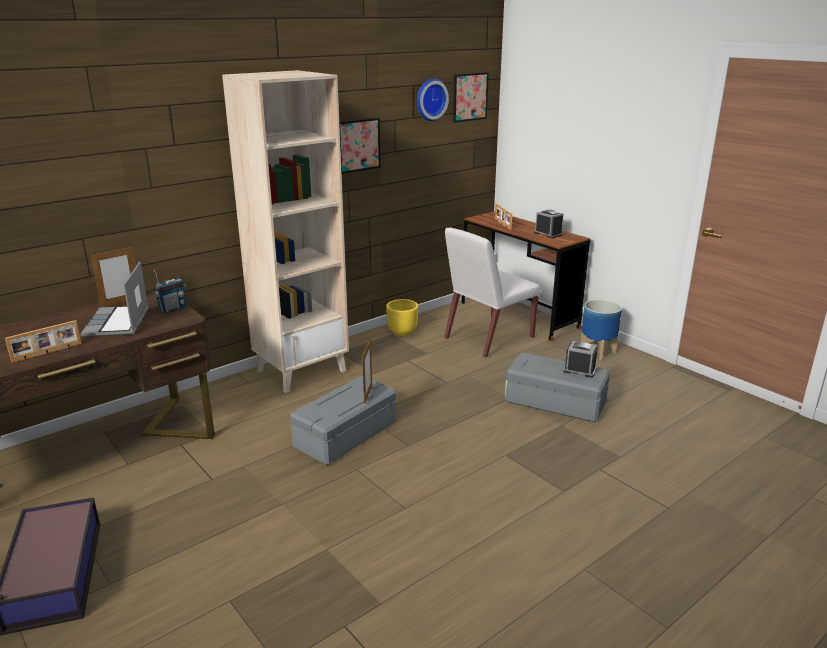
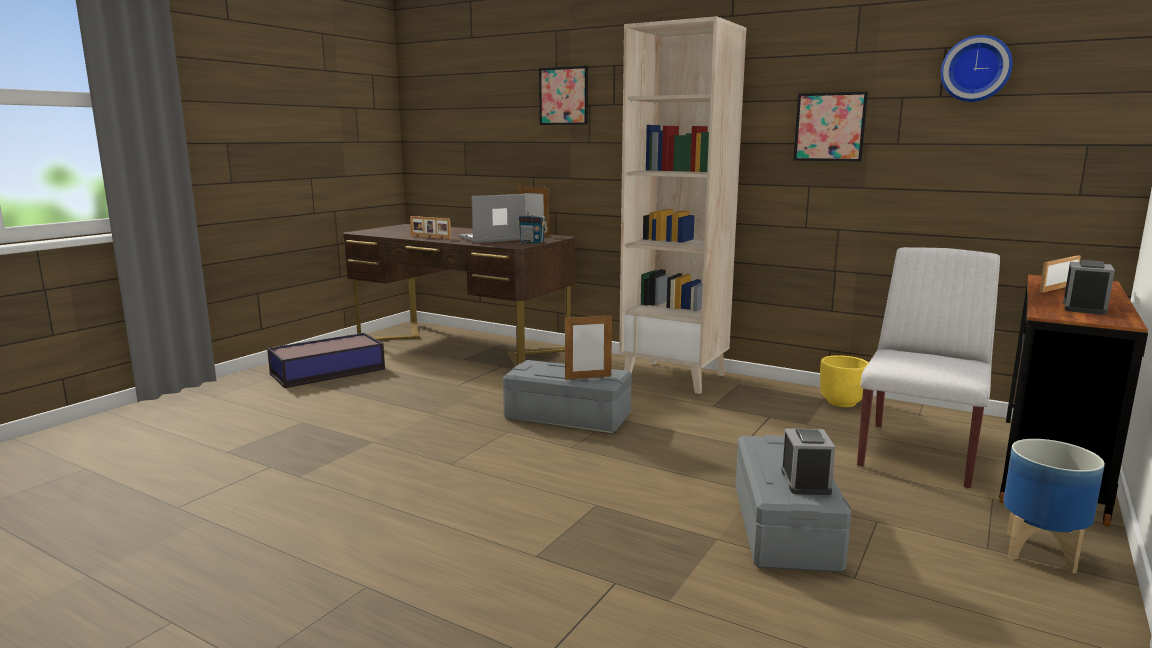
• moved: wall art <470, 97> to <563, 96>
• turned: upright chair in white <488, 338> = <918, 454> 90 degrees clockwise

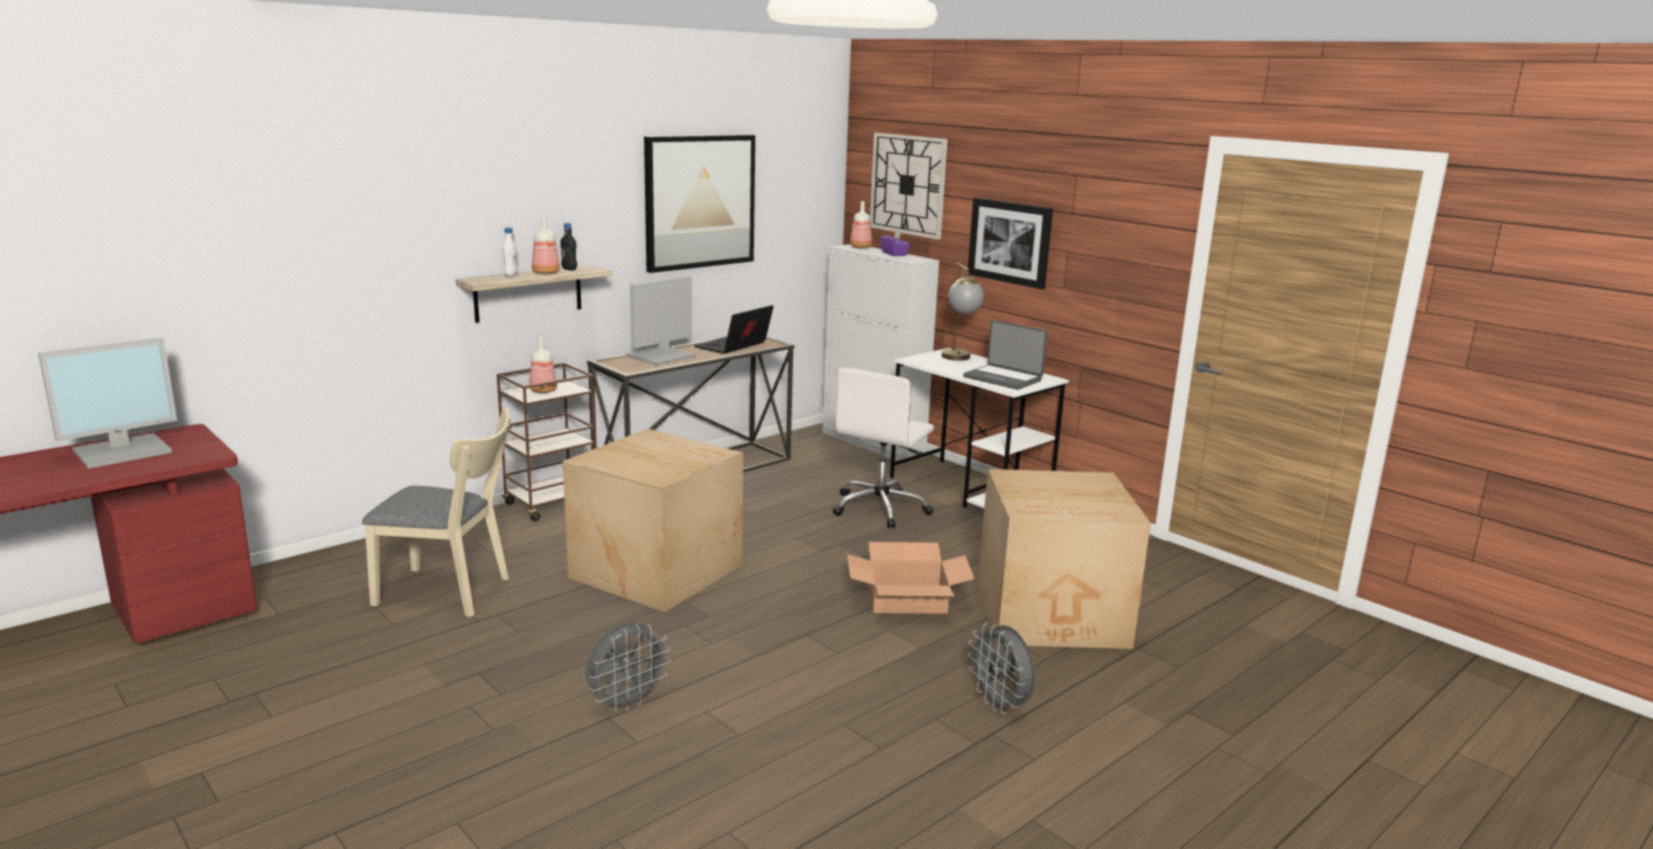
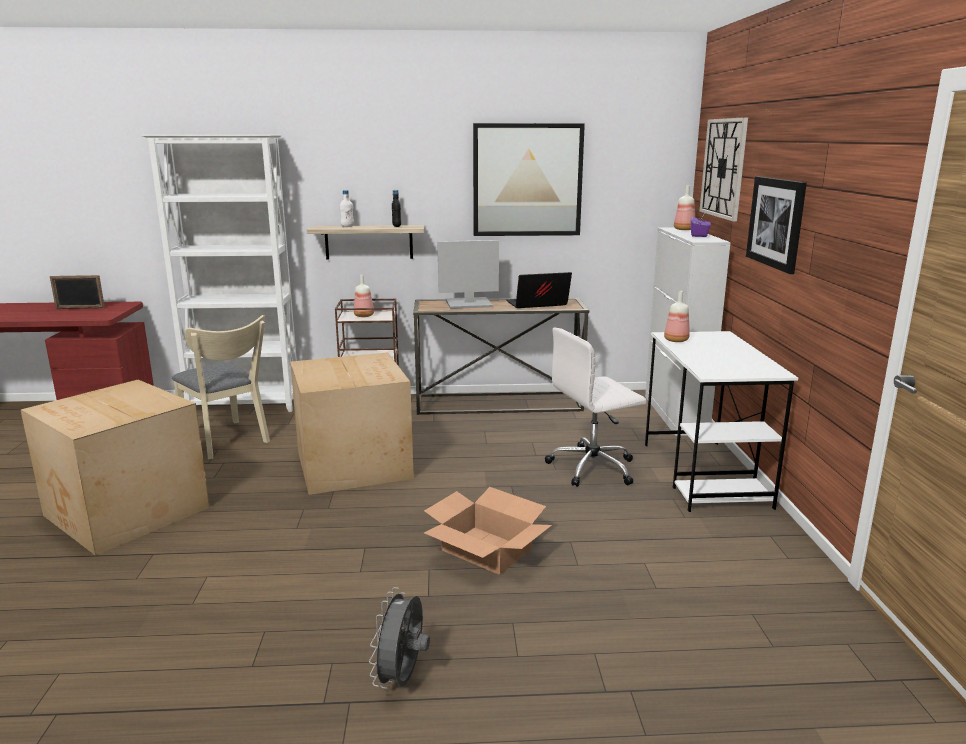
• removed: electric fan in grey <627, 702>
• removed: table lamp <959, 359>
• removed: portable computer <1003, 378>
• added: shelving unit in white <245, 405>
• moved: drink bottle <545, 273> to <675, 340>
• moved: cardboard box <1053, 615> to <126, 512>
• replaced: computer screen <124, 451> to picture frame <80, 308>

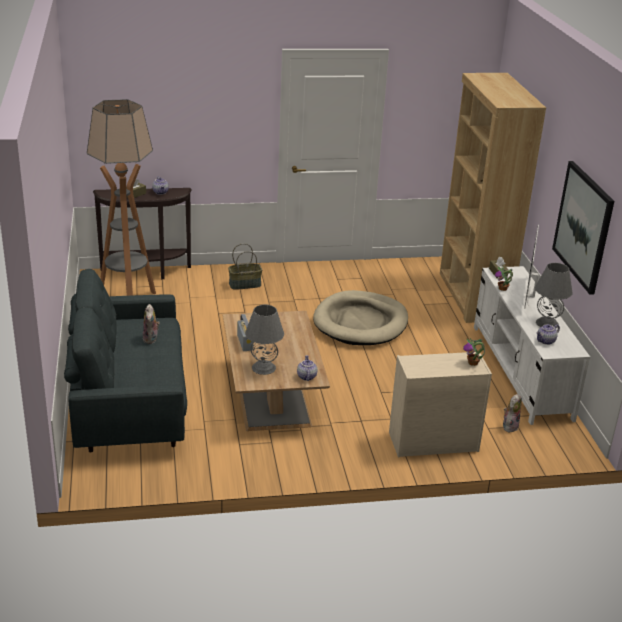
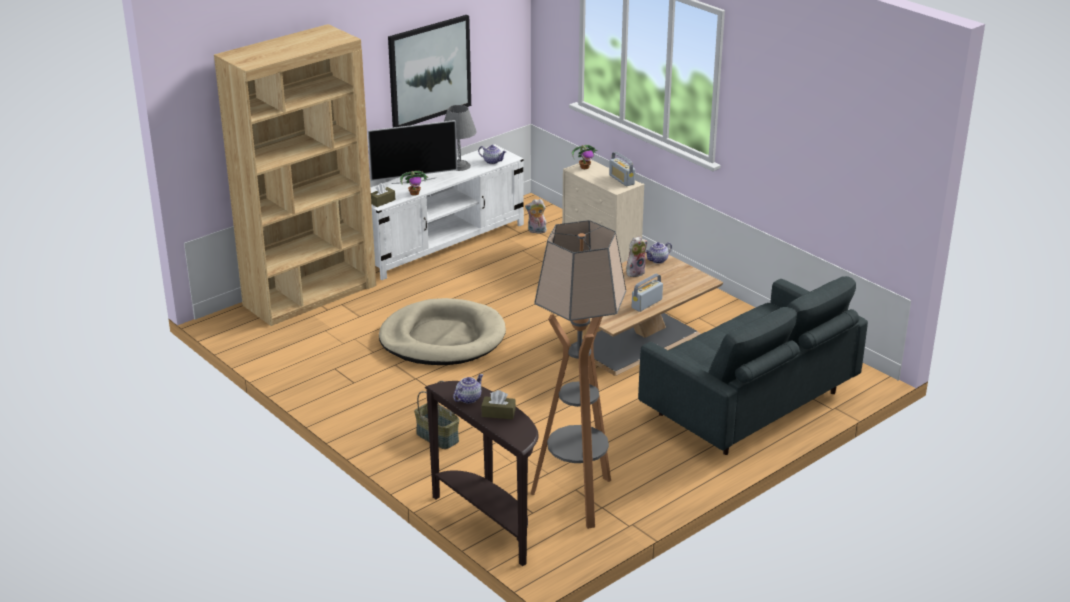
• removed: table lamp in grey <264, 367>
• added: radio <621, 179>
• moved: soft toy <151, 339> to <635, 272>

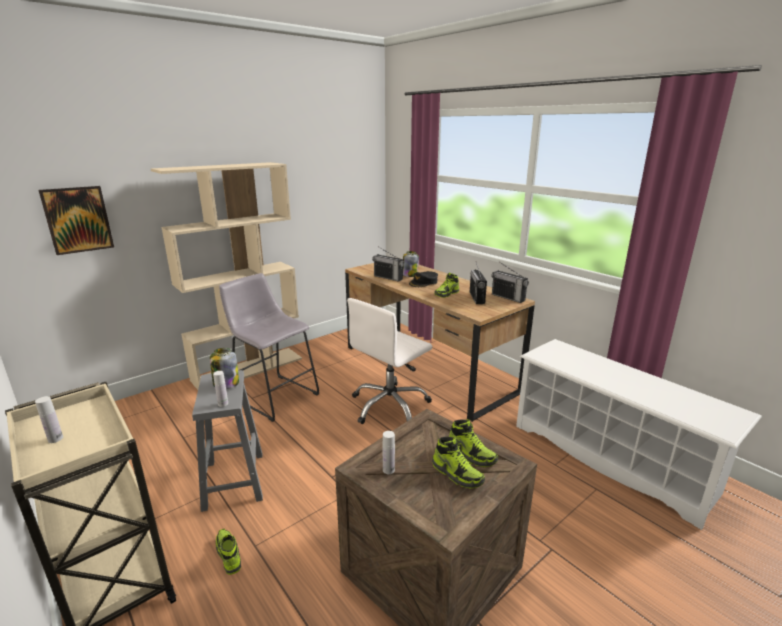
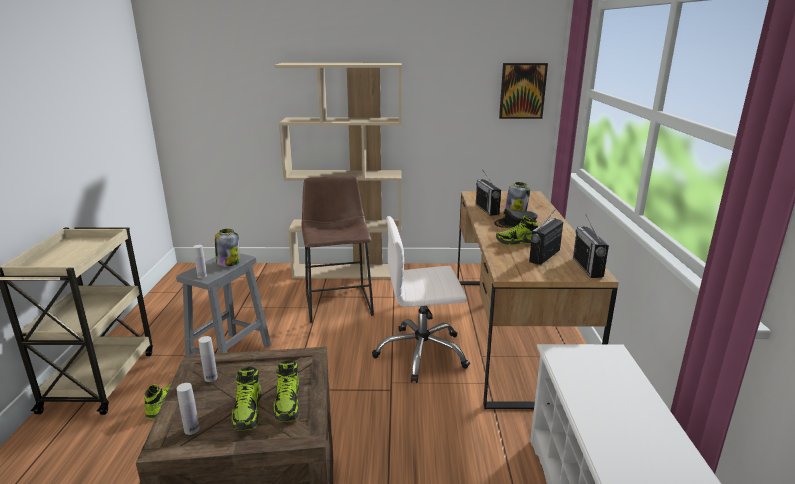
• moved: drink bottle in white <55, 439> to <191, 429>
• moved: wall art <78, 219> to <522, 91>
• recoloured: sitting stool in grey <273, 395> to sitting stool in brownish <338, 301>

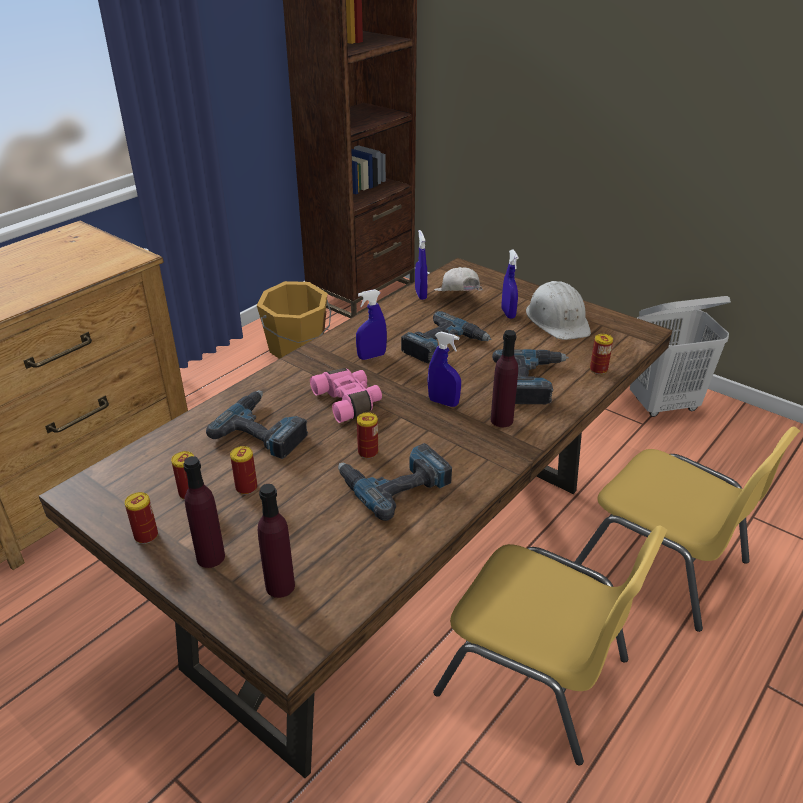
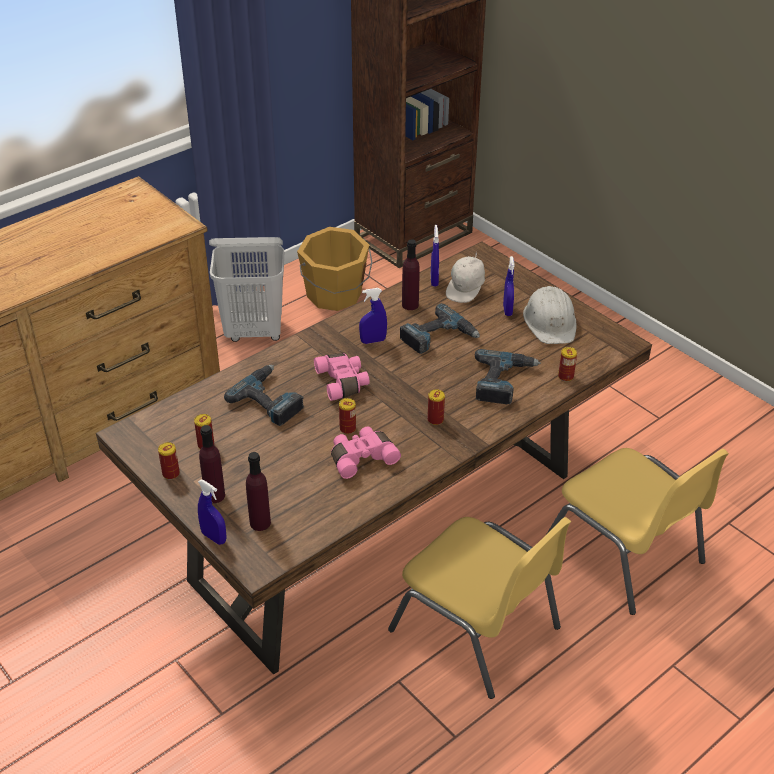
• moved: metal can <246, 488> to <435, 420>
• moved: sprayer in blue <443, 402> to <214, 537>
• moved: drink bottle in purplish <501, 420> to <410, 305>
• moved: hamper in white <664, 405> to <254, 332>
• replaced: power drill <394, 484> to field glasses in pinkish <361, 457>
• turned: baseball cap in white <457, 299> = <466, 289> 135 degrees counterclockwise

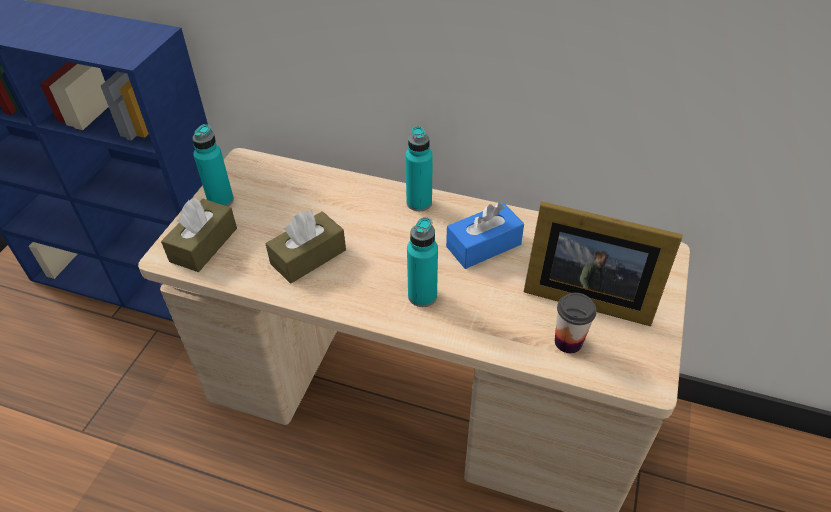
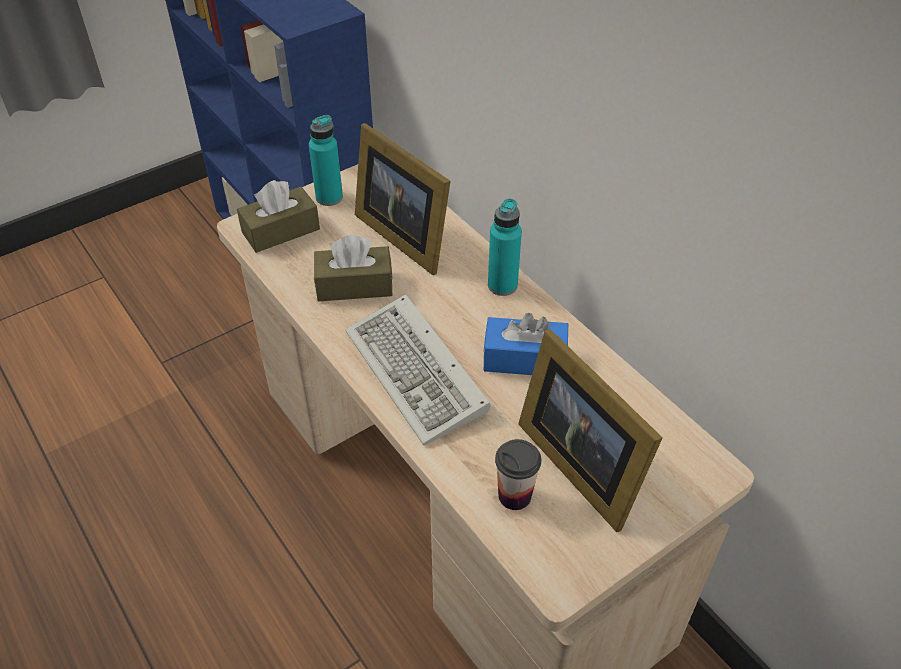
• added: picture frame <404, 234>
• replaced: drink bottle in turquoise <422, 296> to PC keyboard <419, 374>

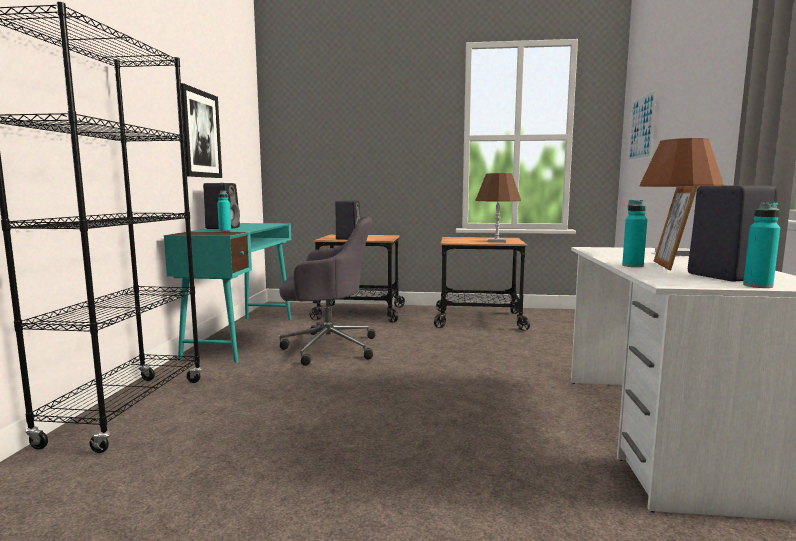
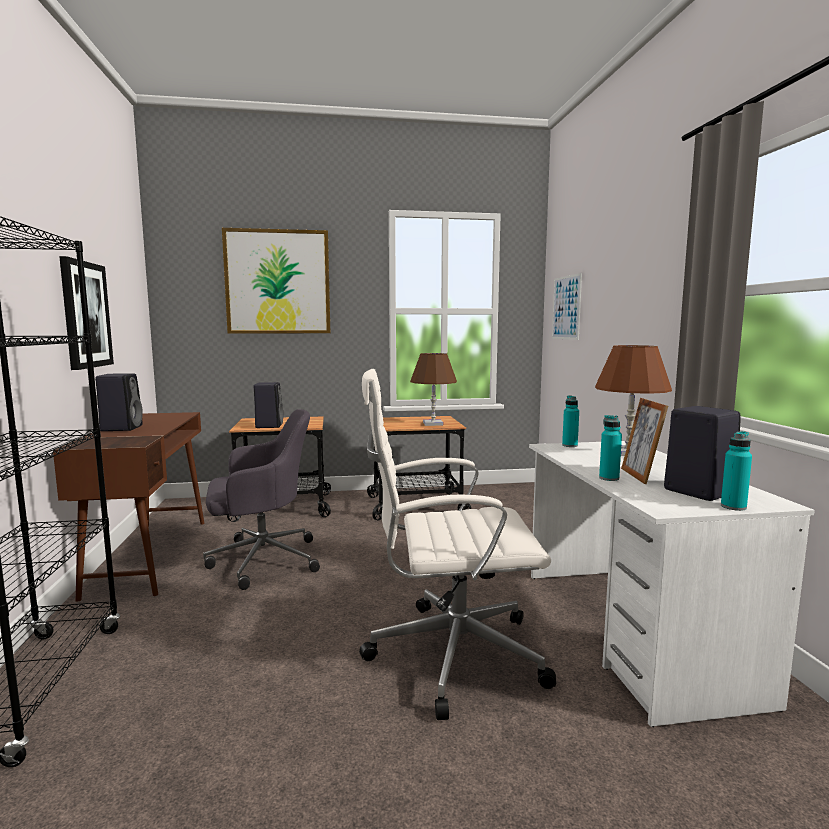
• added: wall art <278, 282>
• added: office chair in white <450, 654>
• moved: drink bottle in turquoise <225, 230> to <569, 445>
• recoloured: desk table in turquoise <242, 337> to desk table in brownish <150, 555>

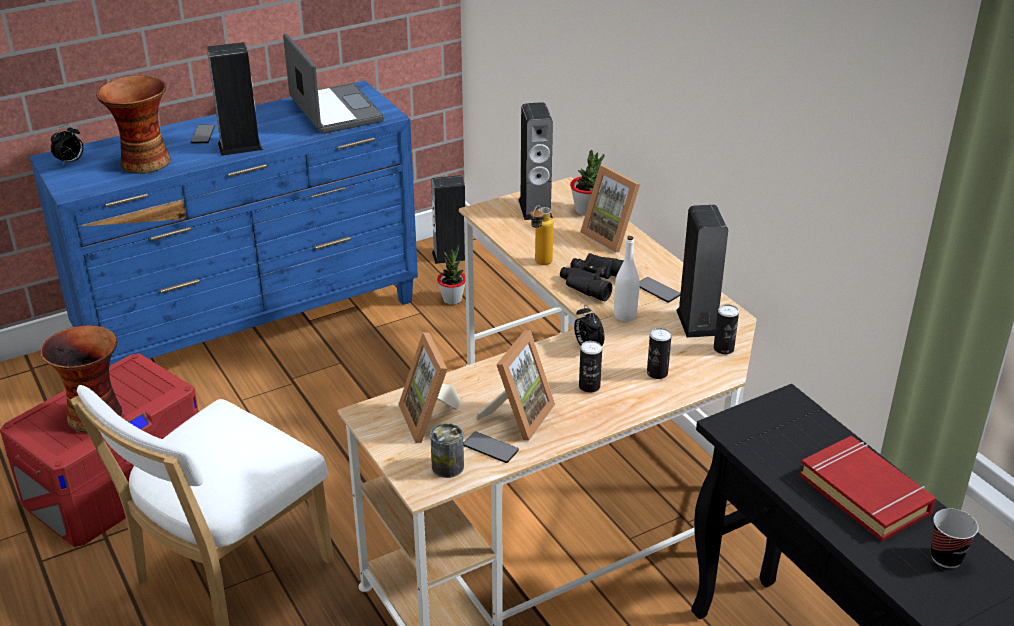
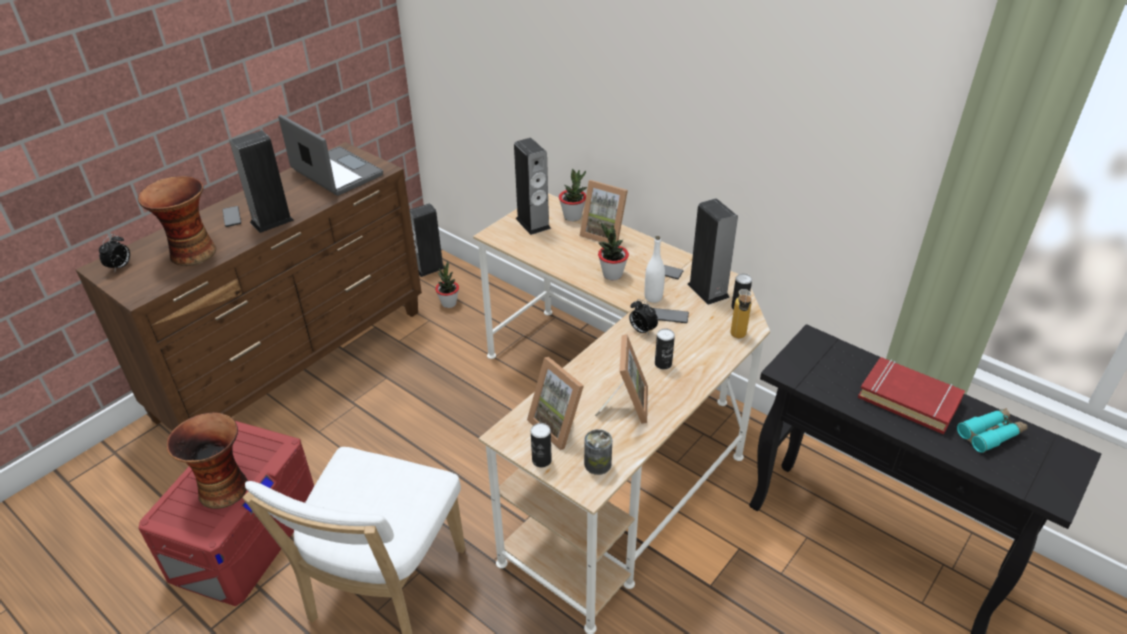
• moved: phone <490, 448> to <669, 316>
• moved: drink bottle <540, 264> to <738, 338>
• moved: metal can <657, 373> to <541, 460>
• replaced: field glasses in black <592, 281> to houseplant <612, 275>
• replaced: drinking cup <946, 557> to field glasses in turquoise <990, 434>
• recoloured: dresser in blue <253, 325> to dresser in brownish <296, 363>

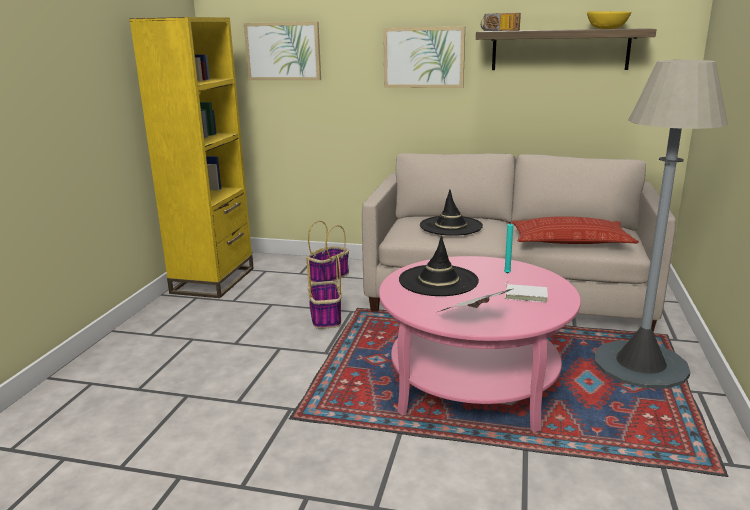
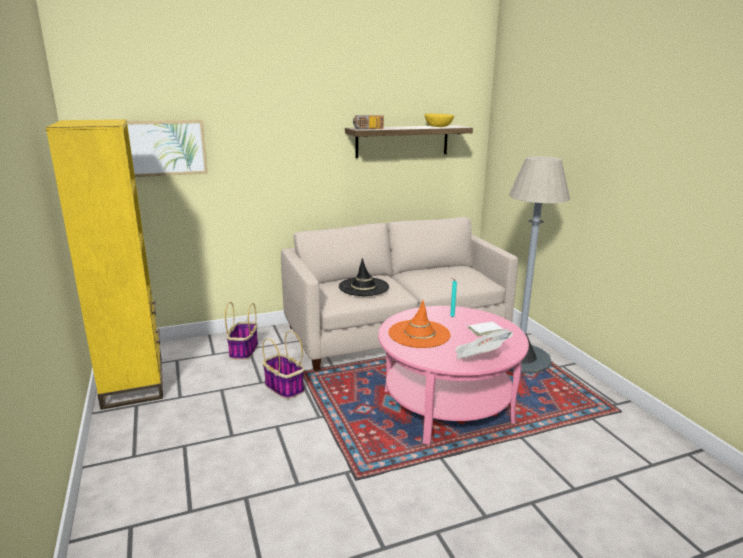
• removed: wall art <424, 57>
• removed: pillow <570, 240>
• recoloured: clothing hat in black <438, 281> to clothing hat in orangey <419, 334>

